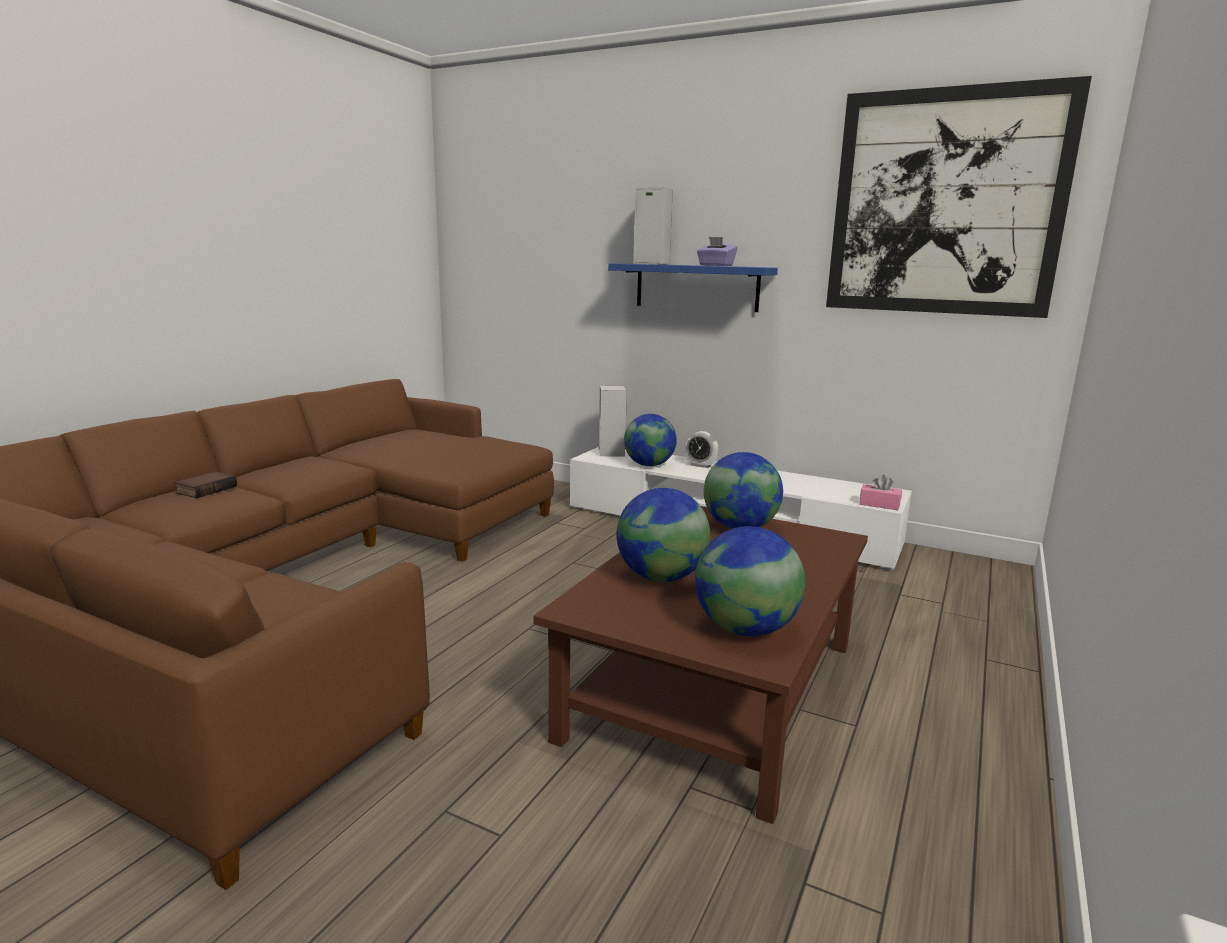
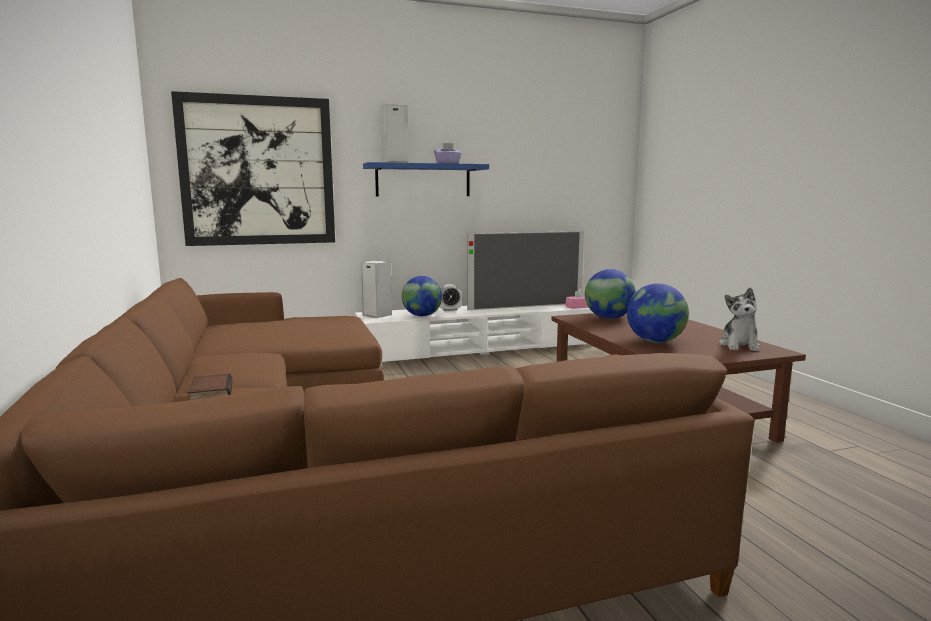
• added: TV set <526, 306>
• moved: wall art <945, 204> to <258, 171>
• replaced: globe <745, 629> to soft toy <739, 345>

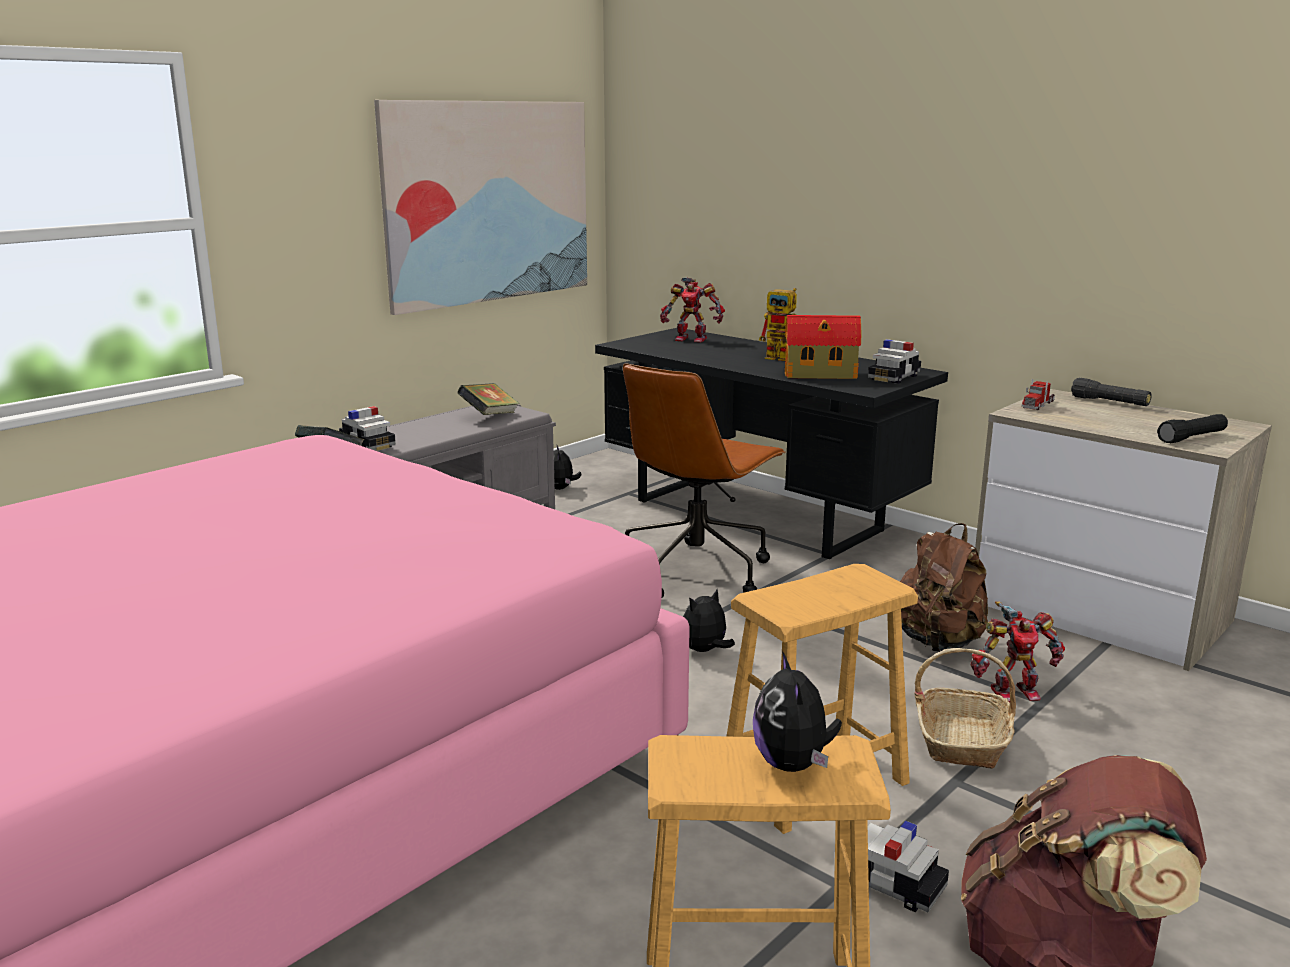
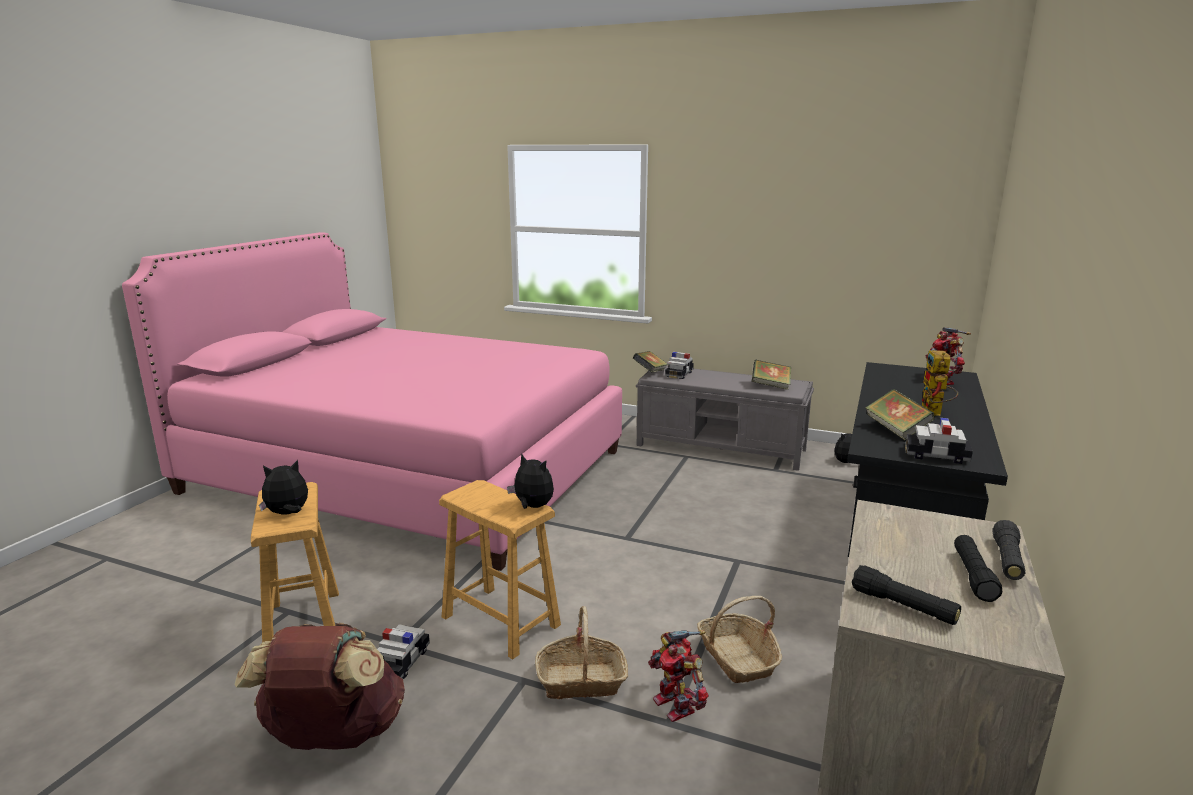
• removed: wall art <489, 202>
• removed: office chair in brownish <697, 571>
• removed: toy lorry <1038, 405>
• added: hand torch in black <973, 576>
• moved: soft toy <705, 651> to <532, 507>
• replaced: model house <822, 375> to bound book <896, 430>
• replaced: knapsack in brownish <938, 642> to household basket <737, 658>

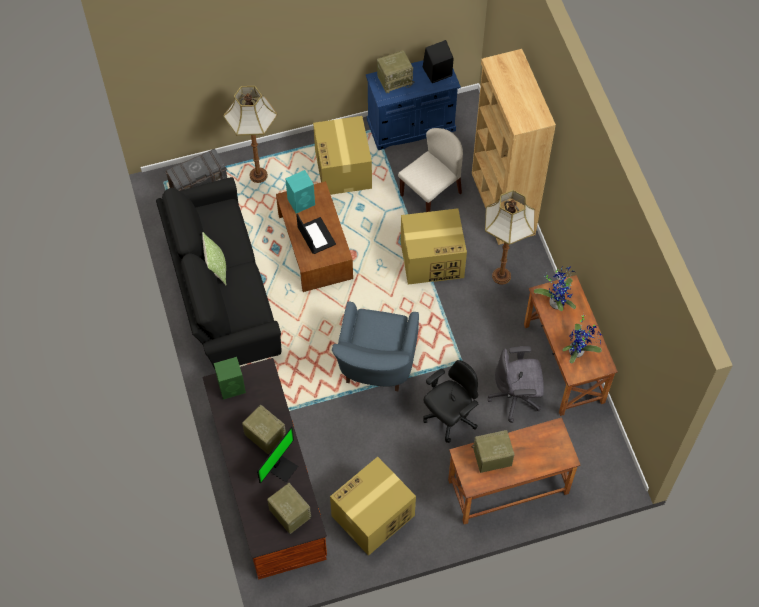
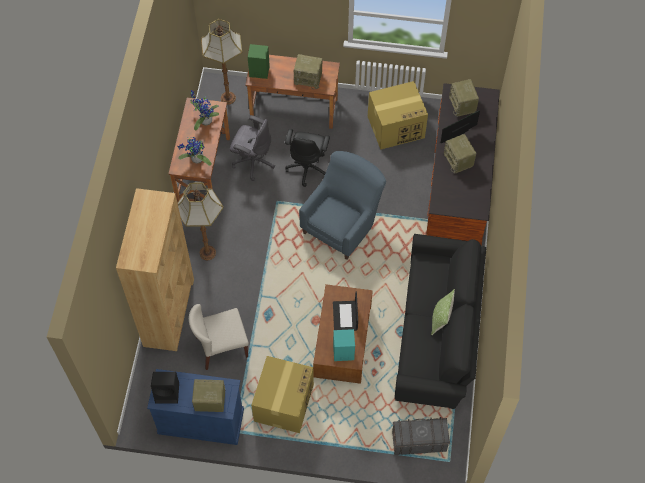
• removed: cardboard box <433, 259>
• moved: audio speaker in greenish <232, 387> to <258, 71>
• moved: floor lamp <258, 175> to <228, 98>
• turned: office chair in black <450, 417> = <308, 167> 60 degrees counterclockwise

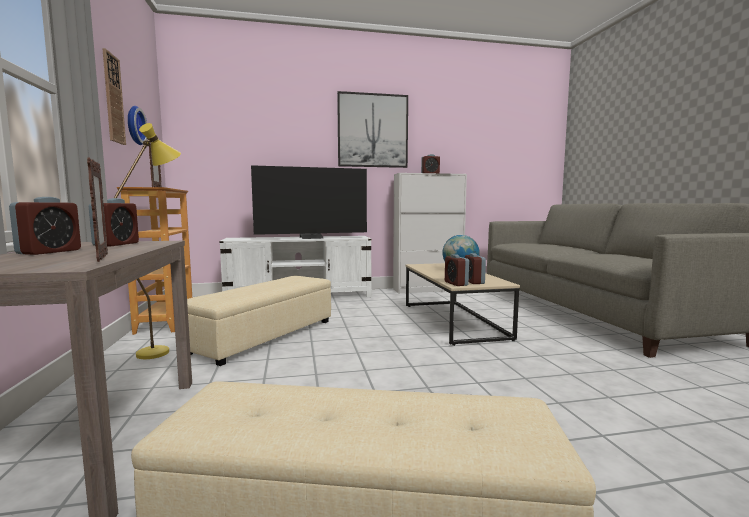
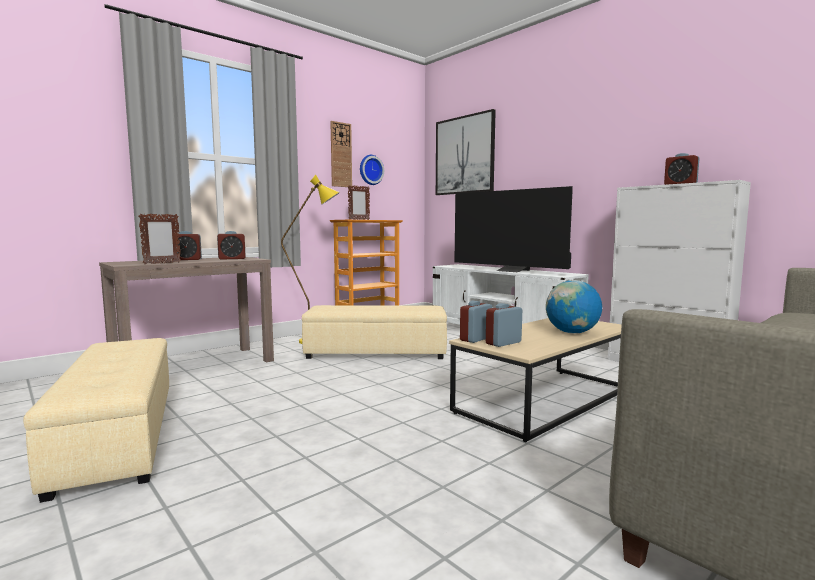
• moved: wall art <372, 131> to <464, 155>

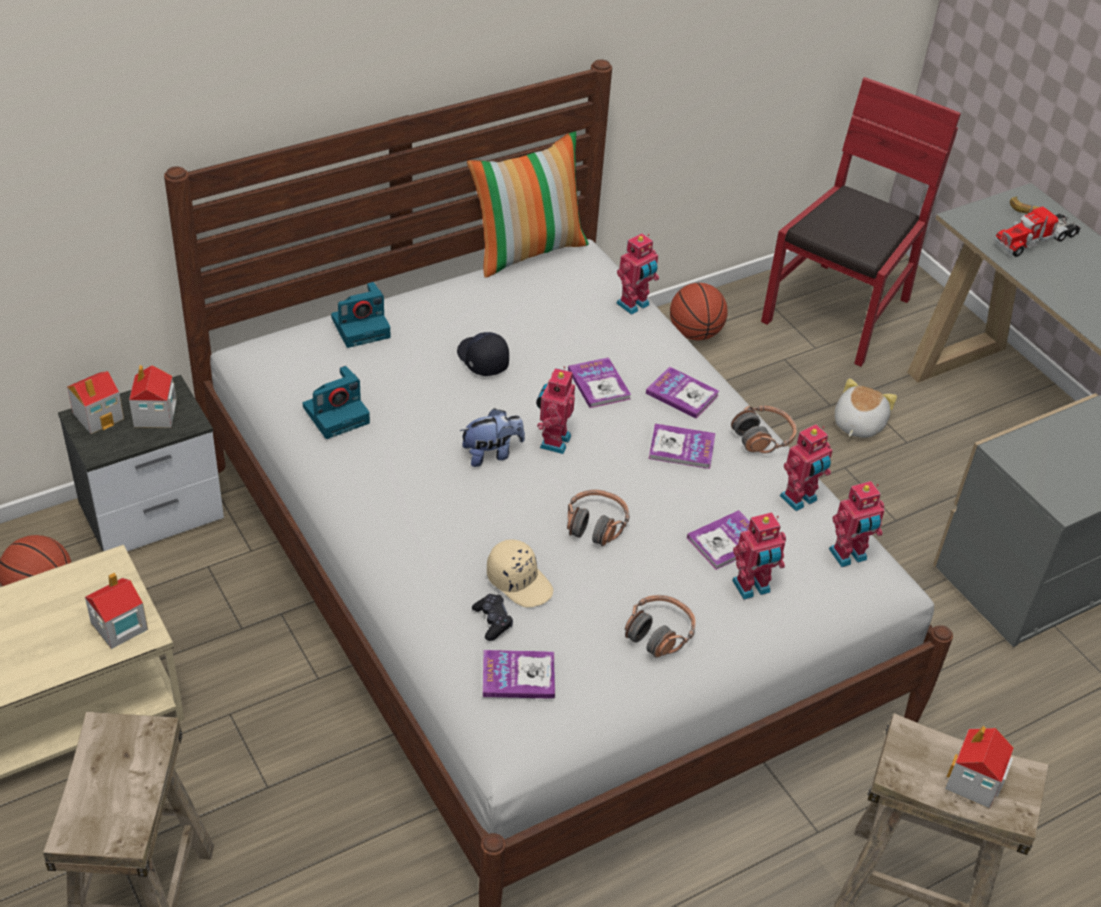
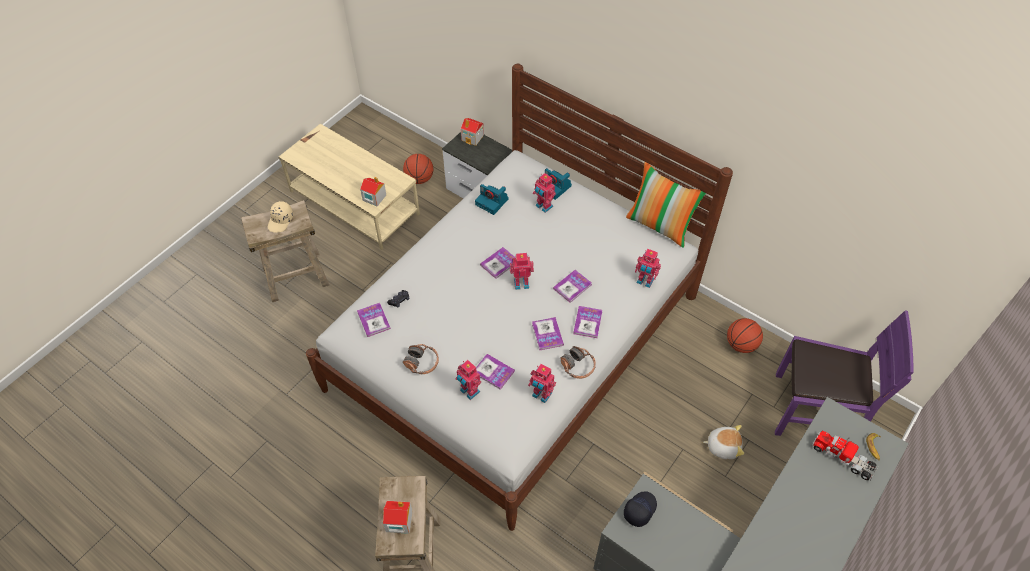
• removed: model house <155, 415>
• removed: headphones <595, 525>
• moved: baseball cap in black <481, 360> to <639, 509>
• moved: baseball cap in beige-coloured <520, 581> to <281, 221>
• moved: toy robot <849, 556> to <543, 206>
• replaced: soft toy <491, 454> to bound book <499, 263>
• recoloured: upright chair in reddish <838, 312> to upright chair in purplish <815, 410>

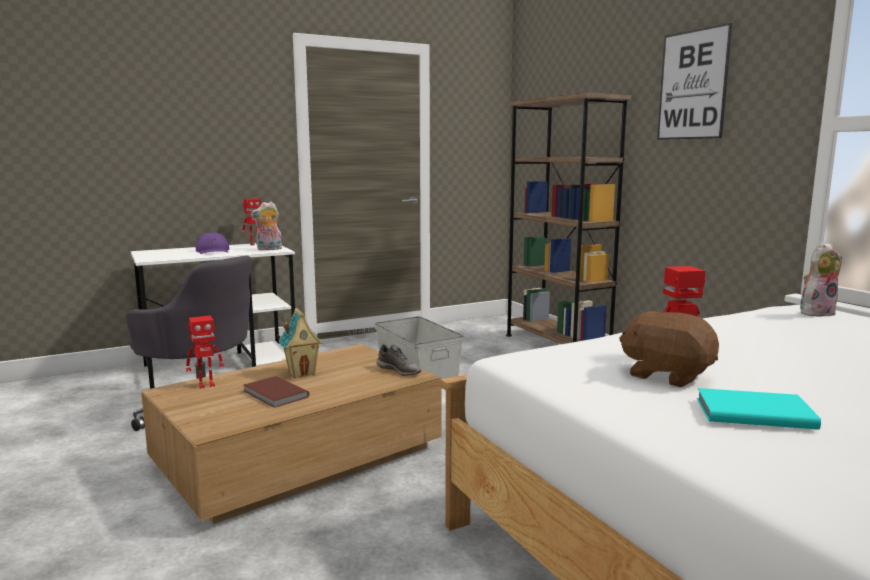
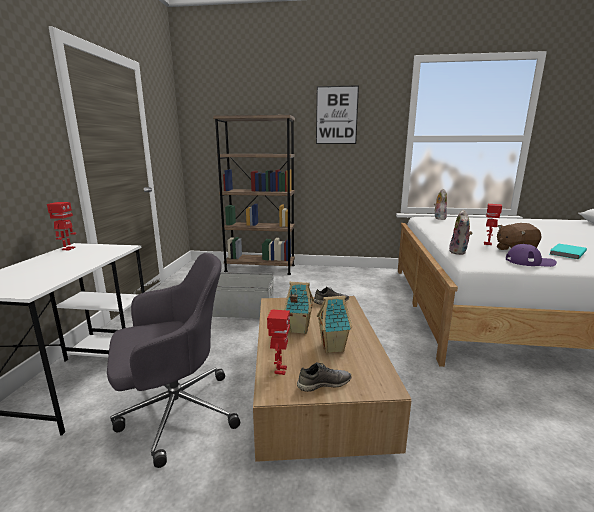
• added: item of footwear in grey <324, 383>
• moved: baseball cap in purplish <213, 251> to <529, 261>
• moved: soft toy <268, 249> to <459, 252>
• replaced: bound book in brownish <274, 394> to model house <333, 347>

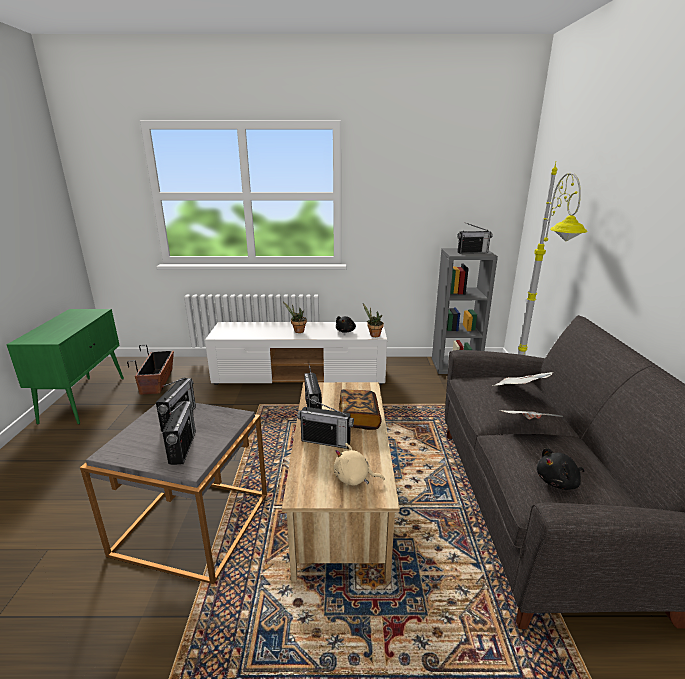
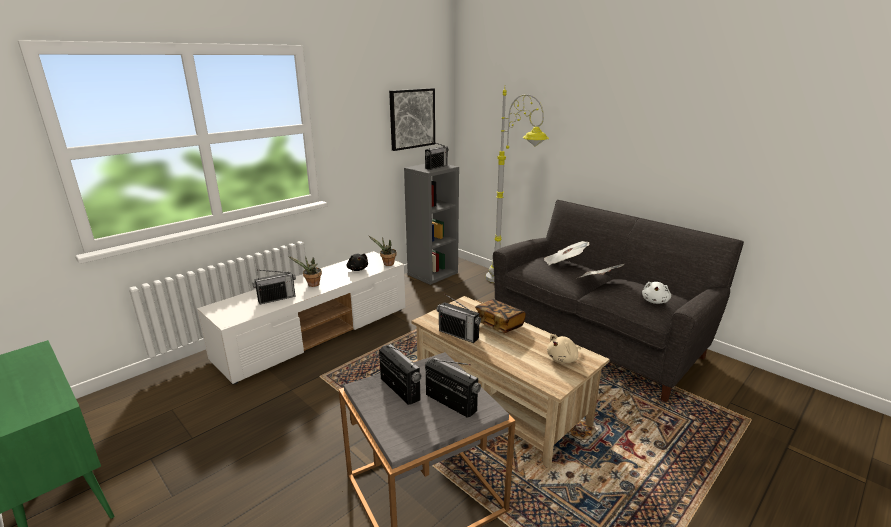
• removed: planter <157, 381>
• added: wall art <412, 118>
• moved: radio <326, 441> to <276, 298>
• recoloured: soft toy in black <558, 482> to soft toy in white <655, 301>

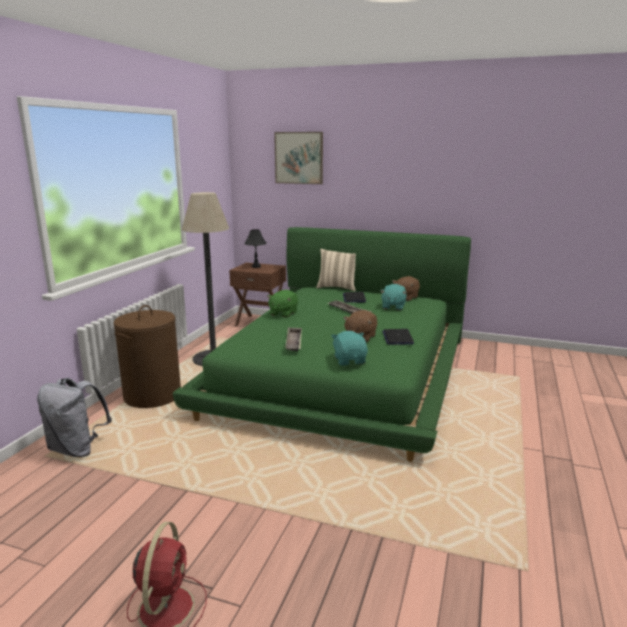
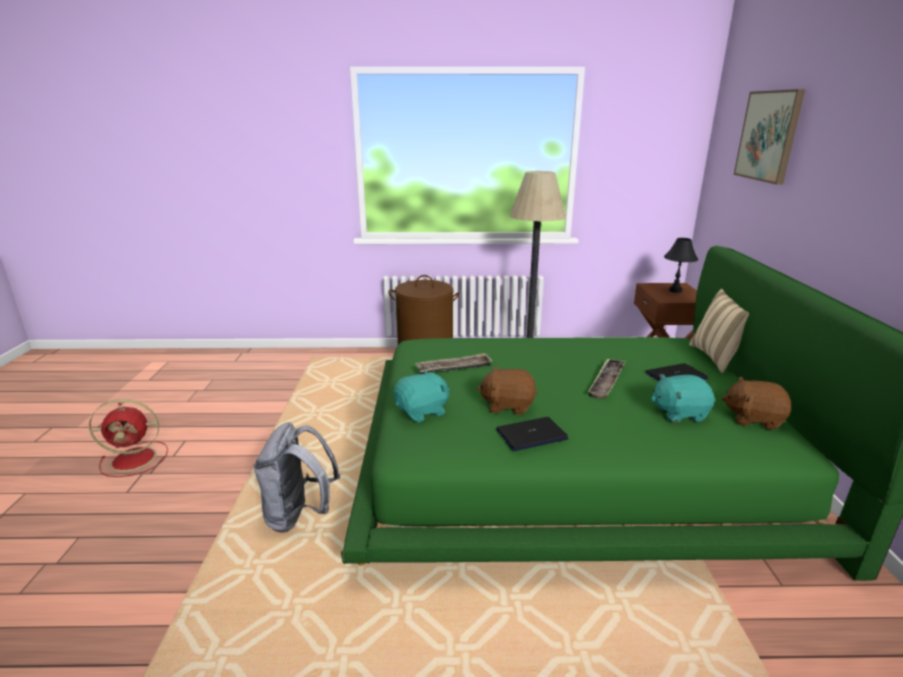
• removed: soft toy in greenish <283, 313>
• moved: knapsack in grey <77, 449> to <299, 515>

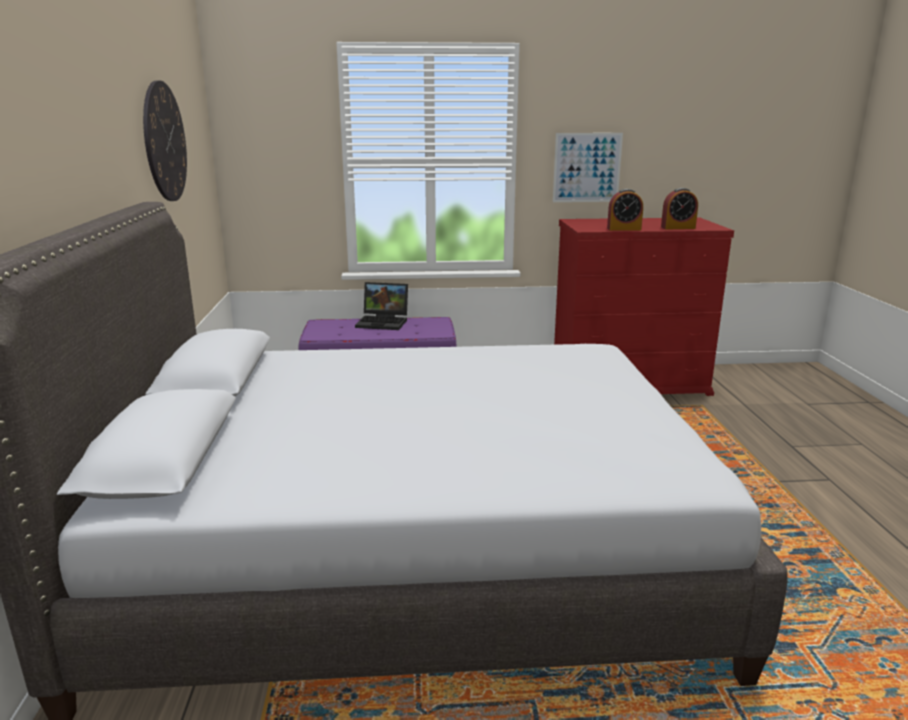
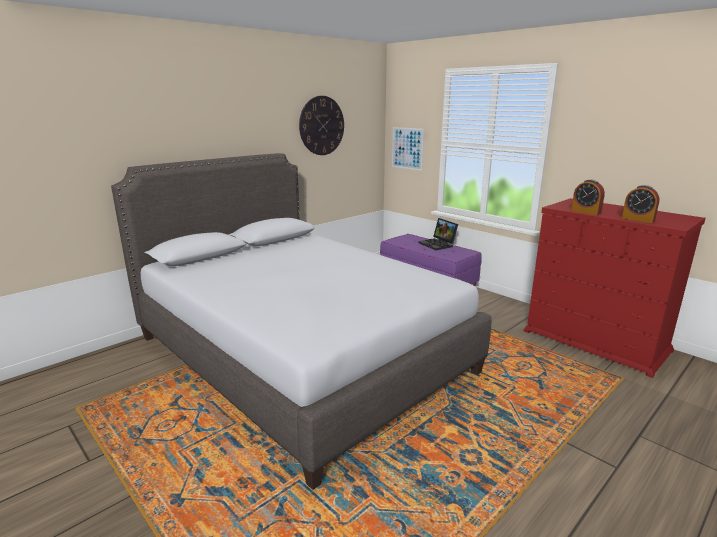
• moved: wall art <587, 167> to <407, 148>

